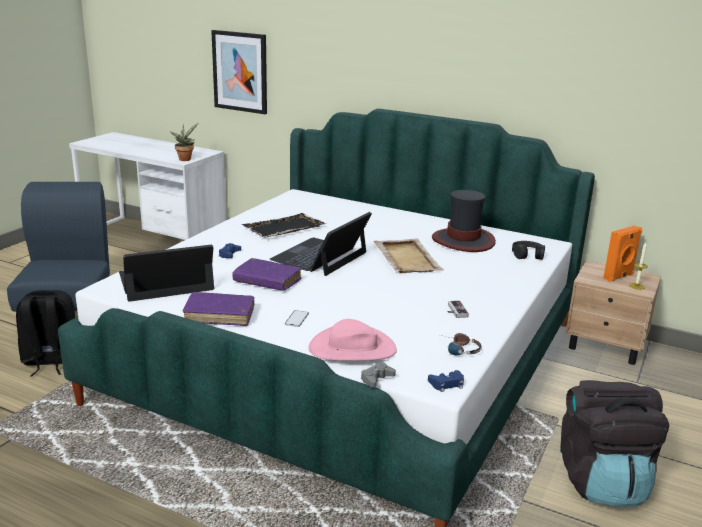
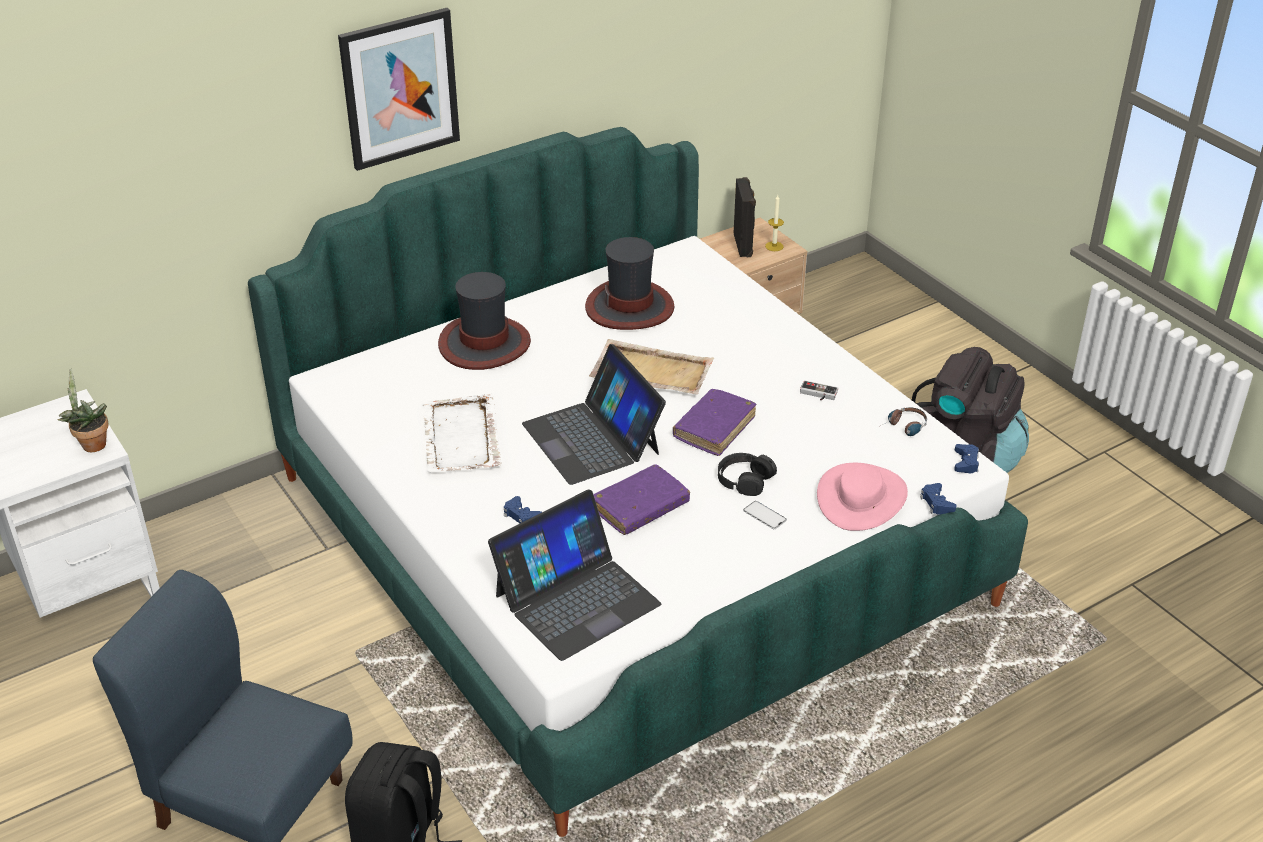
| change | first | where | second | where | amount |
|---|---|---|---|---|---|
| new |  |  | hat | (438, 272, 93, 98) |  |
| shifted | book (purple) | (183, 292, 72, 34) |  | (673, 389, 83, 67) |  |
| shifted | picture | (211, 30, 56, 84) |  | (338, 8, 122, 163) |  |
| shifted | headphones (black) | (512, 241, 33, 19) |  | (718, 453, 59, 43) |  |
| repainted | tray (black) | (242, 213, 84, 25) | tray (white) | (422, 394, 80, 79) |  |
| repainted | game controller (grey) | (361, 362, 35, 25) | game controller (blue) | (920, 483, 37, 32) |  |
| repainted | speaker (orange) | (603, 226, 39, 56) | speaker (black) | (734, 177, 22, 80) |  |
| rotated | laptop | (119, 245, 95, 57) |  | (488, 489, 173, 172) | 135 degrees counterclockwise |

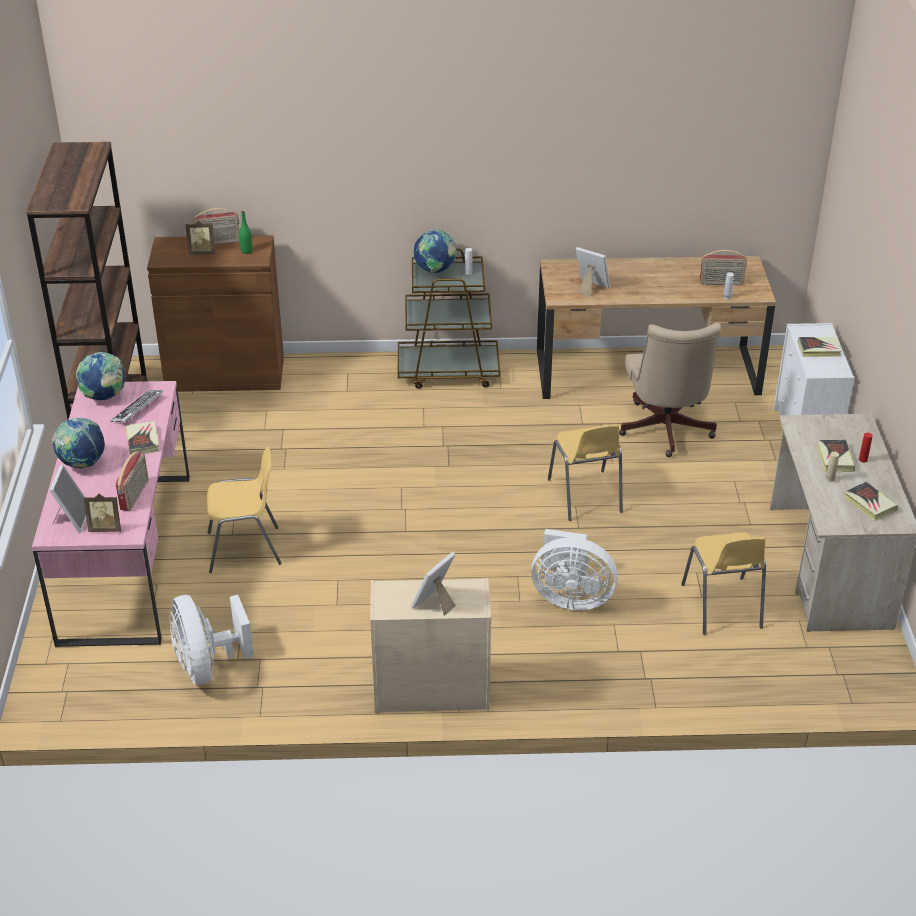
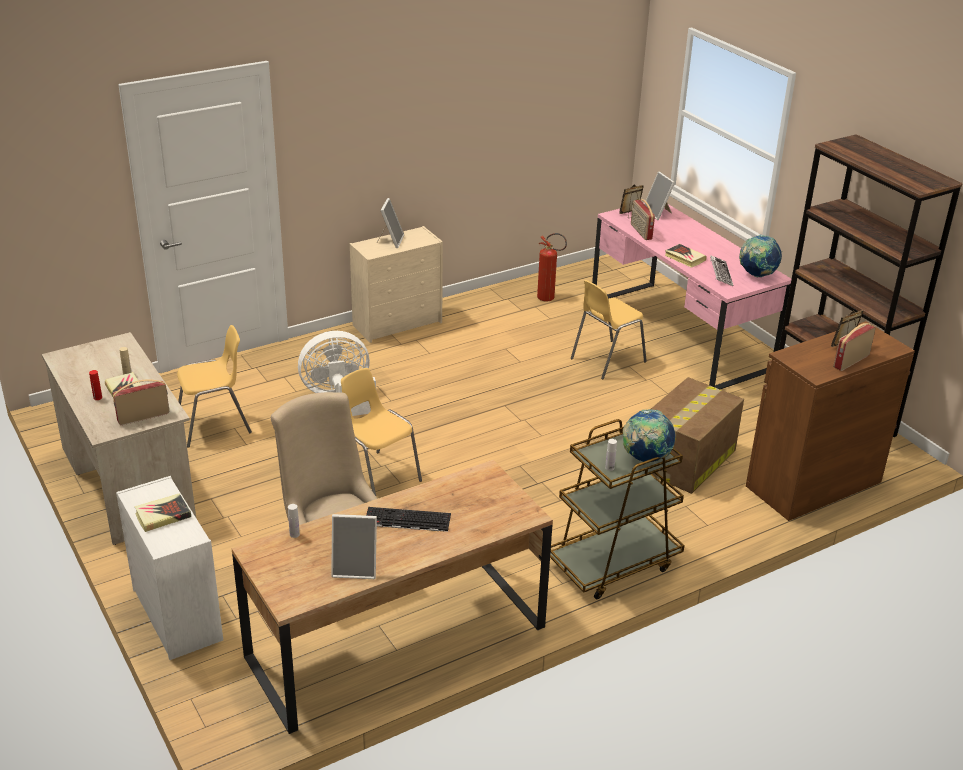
| change | first | where | second | where | amount |
|---|---|---|---|---|---|
| gone | globe | (52, 417, 53, 51) |  |  |  |
| gone | bottle (green) | (239, 211, 13, 43) |  |  |  |
| gone | book | (844, 482, 54, 39) |  |  |  |
| new |  |  | keyboard | (366, 507, 85, 25) |  |
| new |  |  | cardboard box | (651, 377, 93, 117) |  |
| shifted | picture frame | (576, 247, 34, 49) |  | (331, 514, 46, 65) |  |
| shifted | radio | (700, 250, 47, 35) |  | (113, 379, 56, 46) |  |
| swapped | fan (white) | (170, 595, 84, 90) | fire extinguisher | (537, 233, 30, 69) |  |
| rotated | chair (yellow) | (681, 532, 85, 103) |  | (177, 325, 75, 123) | 105 degrees clockwise |

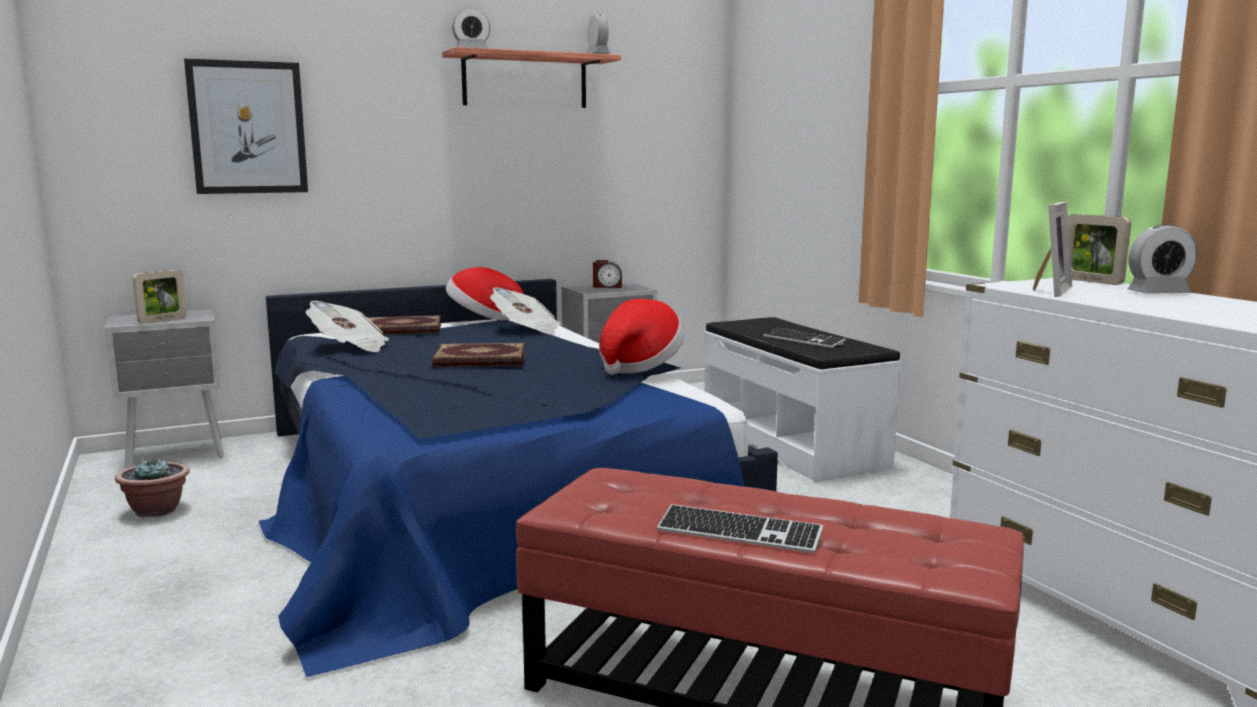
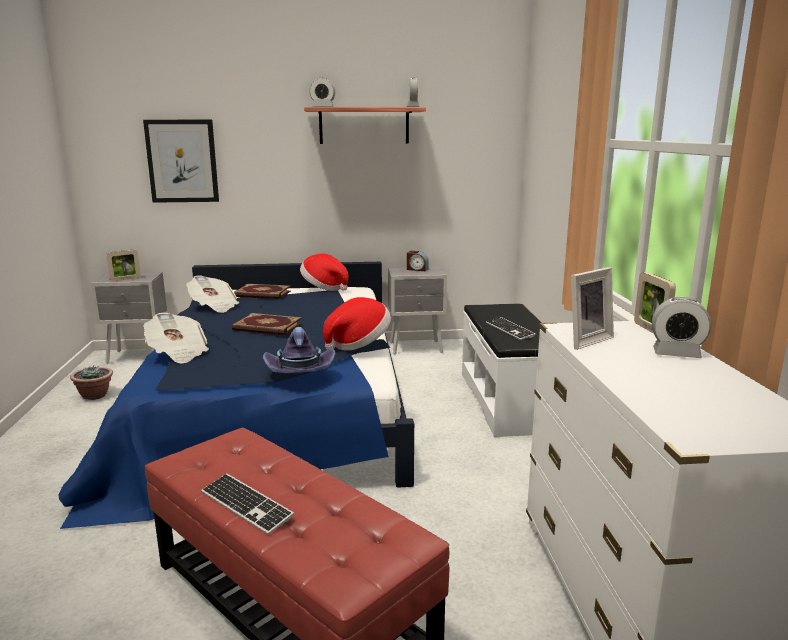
| change | first | where | second | where | amount |
|---|---|---|---|---|---|
| new |  |  | hat (purple) | (263, 327, 73, 46) |  |
| shifted | newspaper | (490, 287, 71, 47) |  | (143, 313, 66, 51) |  |

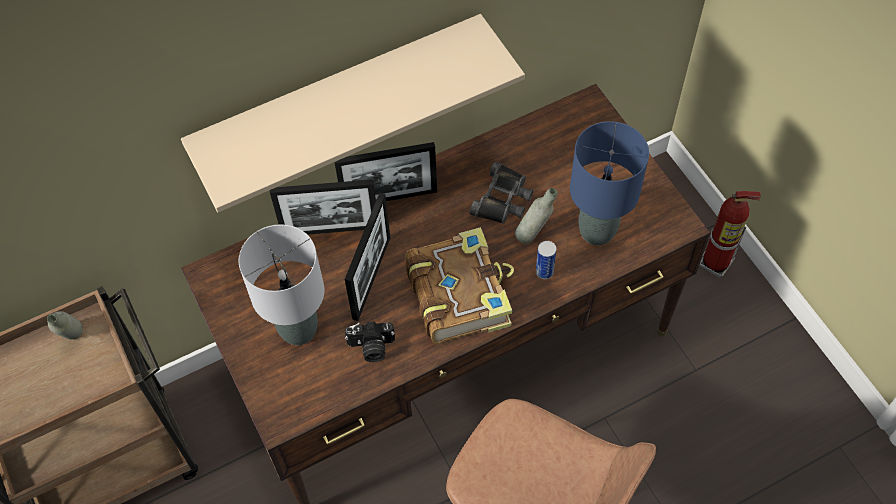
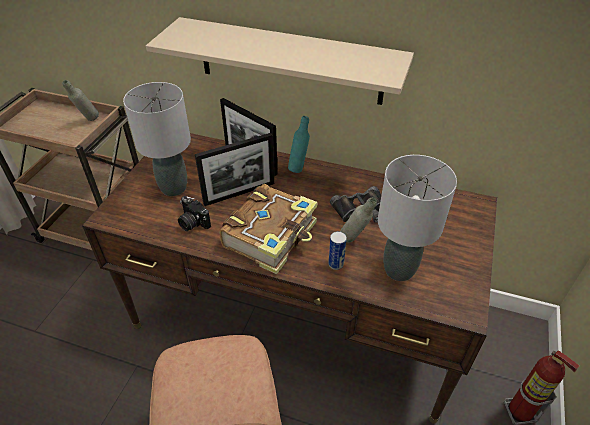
| change | first | where | second | where | amount |
|---|---|---|---|---|---|
| swapped | picture frame | (335, 142, 102, 59) | bottle (turquoise) | (288, 116, 22, 57) |  |
| repainted | table lamp (blue) | (570, 121, 79, 124) | table lamp (grey) | (378, 155, 79, 126) |  |

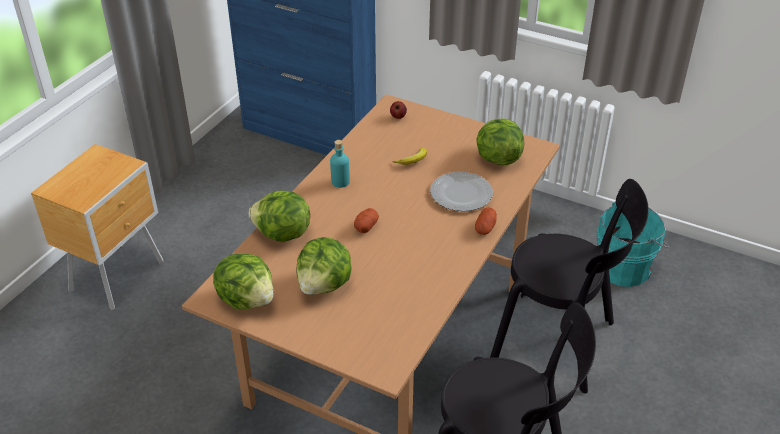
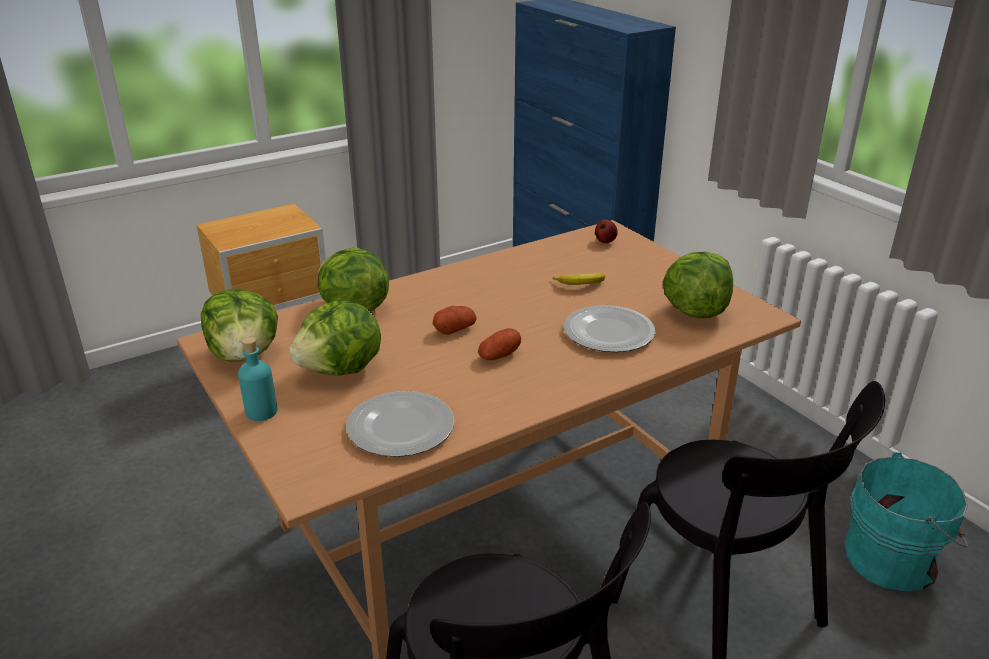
| change | first | where | second | where | amount |
|---|---|---|---|---|---|
| new |  |  | plate | (346, 391, 109, 66) |  |
| shifted | bottle (turquoise) | (330, 140, 20, 48) |  | (238, 337, 39, 84) |  |
| shifted | potato | (475, 207, 22, 28) |  | (478, 328, 43, 32) |  |

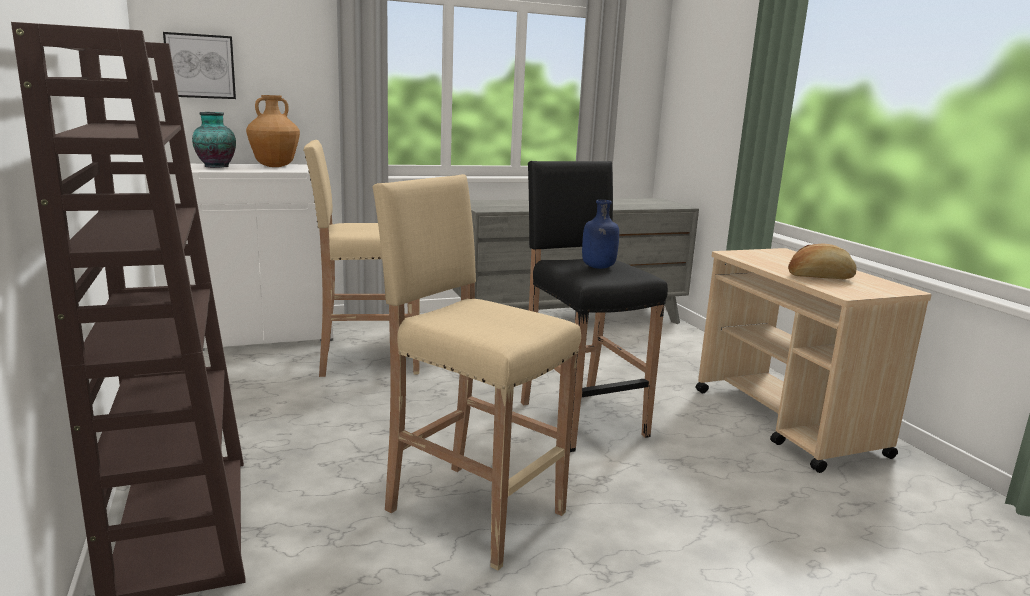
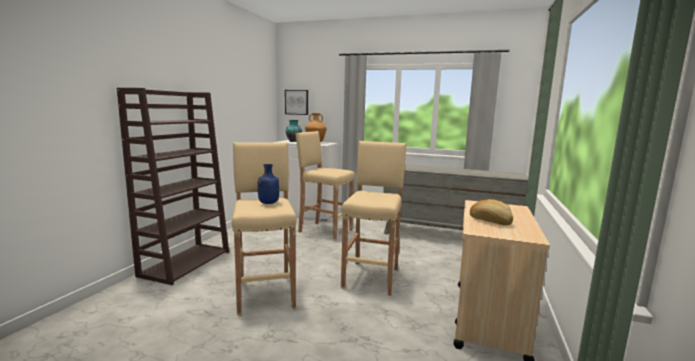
| change | first | where | second | where | amount |
|---|---|---|---|---|---|
| shifted | bottle (blue) | (582, 200, 37, 69) |  | (258, 164, 21, 40) |  |
| repainted | stool (black) | (521, 161, 147, 291) | stool (beige) | (341, 141, 65, 155) |  |

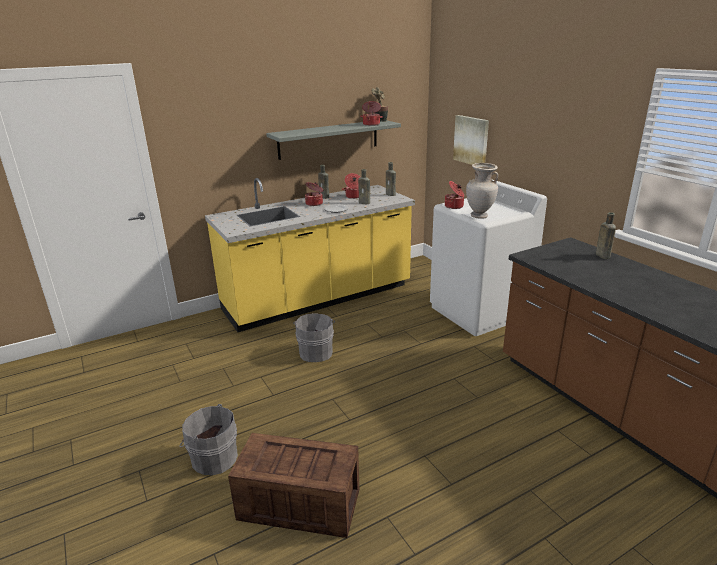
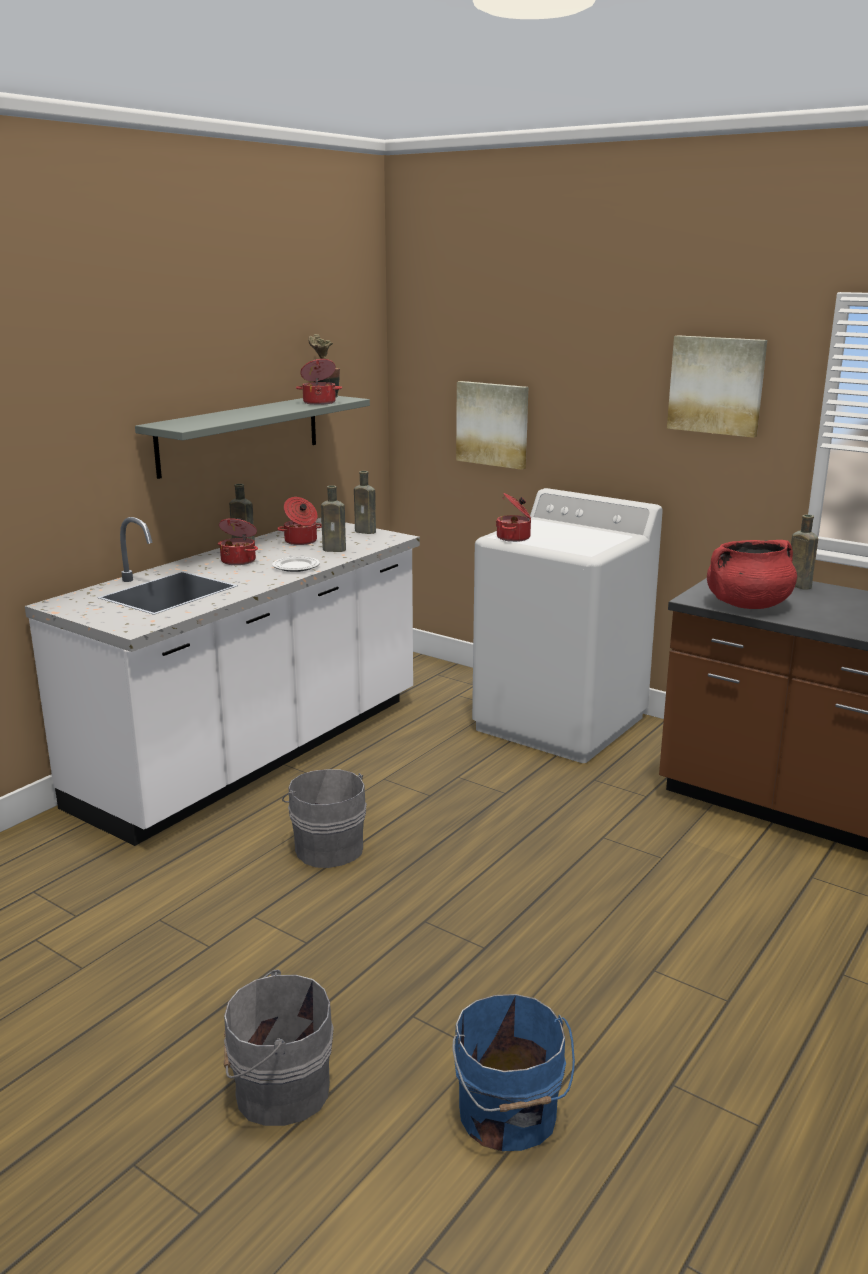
| change | first | where | second | where | amount |
|---|---|---|---|---|---|
| gone | vase (beige) | (466, 163, 32, 56) |  |  |  |
| new |  |  | picture | (667, 335, 100, 103) |  |
| new |  |  | cooking pot (red) | (707, 540, 90, 69) |  |
| swapped | crate | (228, 433, 131, 105) | bucket (blue) | (452, 994, 123, 157) |  |
| repainted | counter (yellow) | (205, 178, 210, 154) | counter (white) | (25, 517, 395, 329) |  |

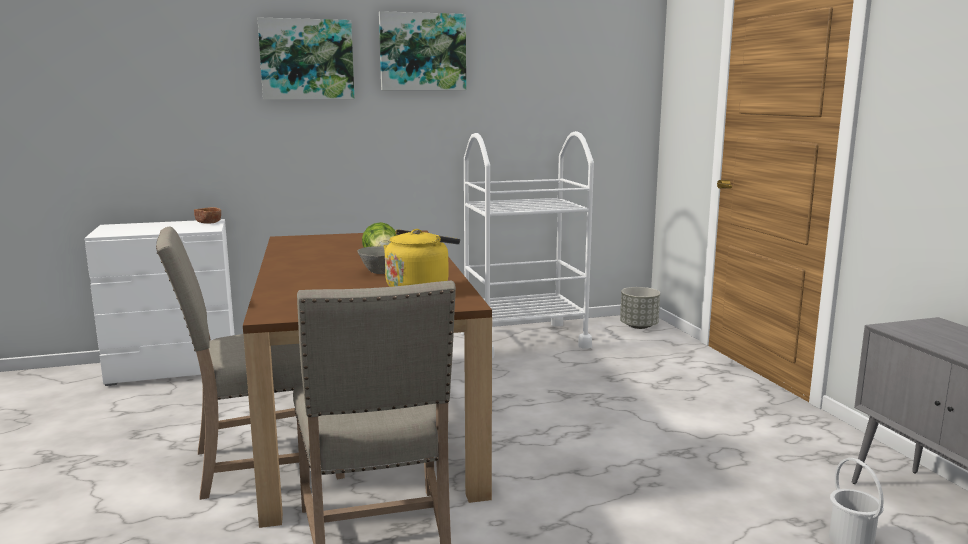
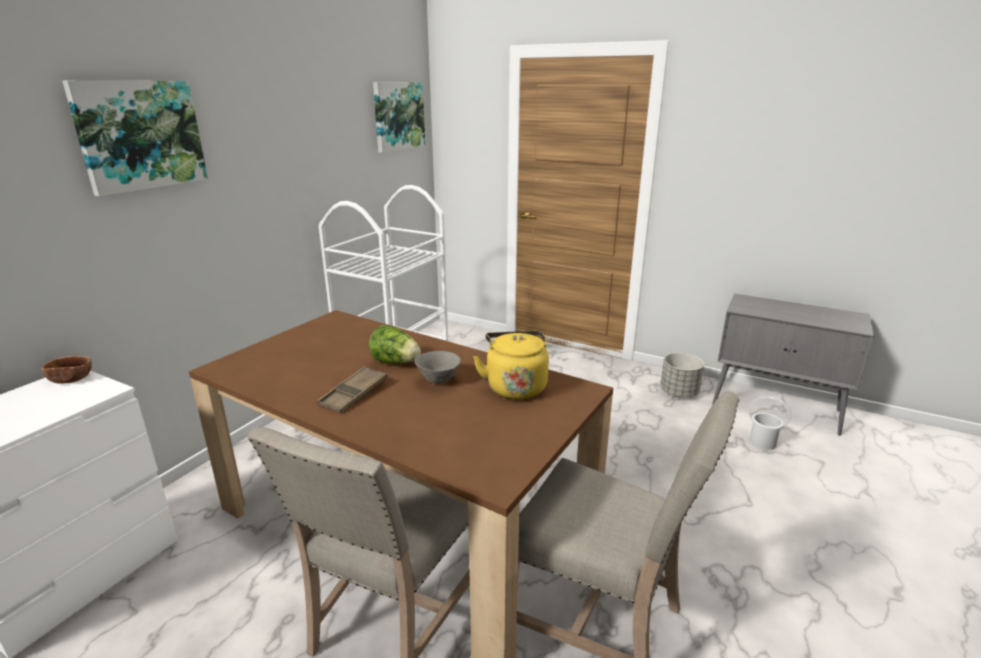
| change | first | where | second | where | amount |
|---|---|---|---|---|---|
| new |  |  | tray (brown) | (317, 366, 71, 48) |  |
| shifted | picture | (379, 11, 87, 79) |  | (373, 82, 52, 71) |  |
| shifted | planter (grey) | (620, 287, 40, 42) |  | (660, 353, 44, 44) |  |

